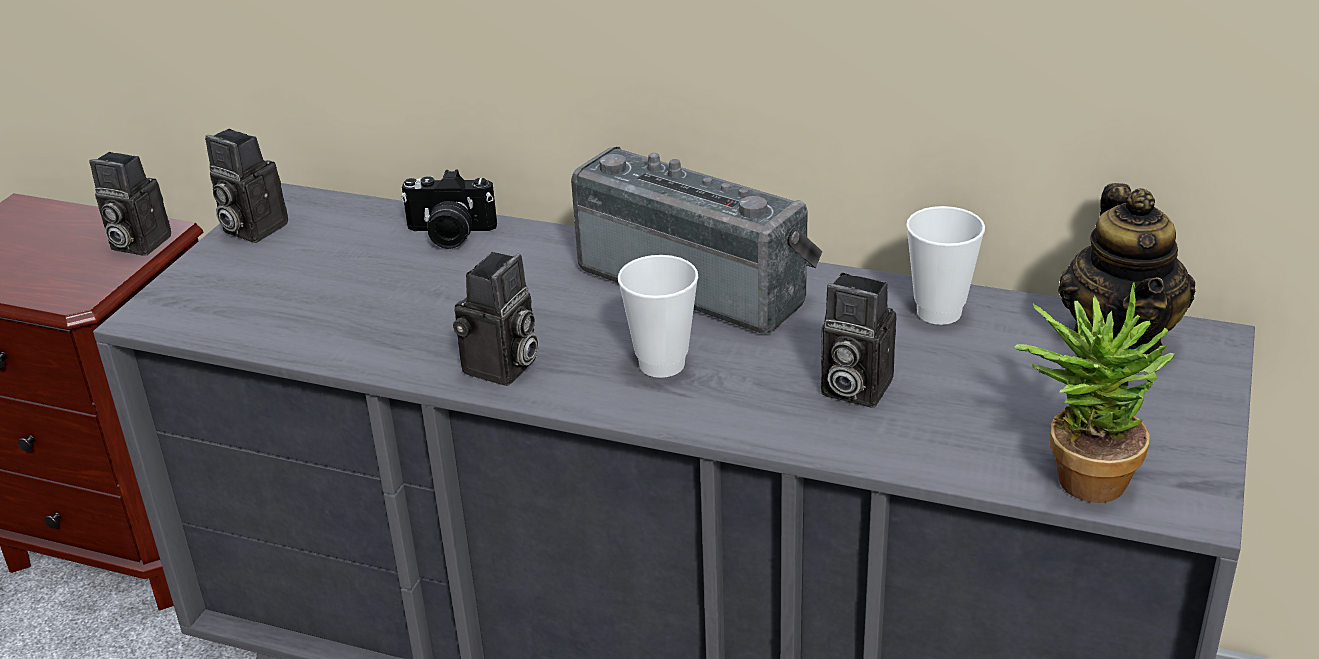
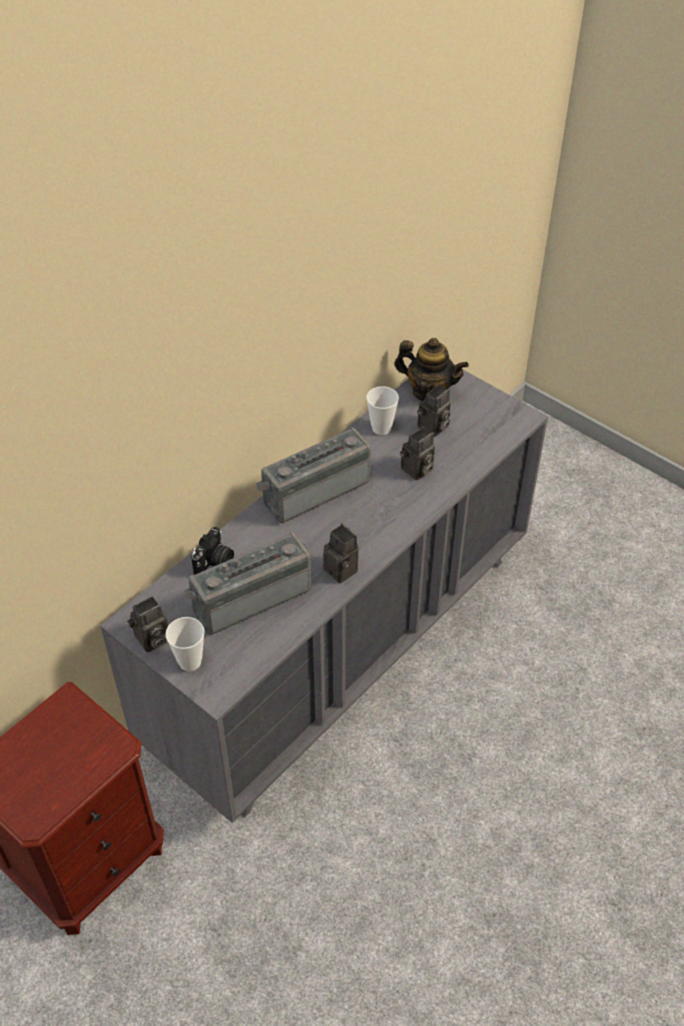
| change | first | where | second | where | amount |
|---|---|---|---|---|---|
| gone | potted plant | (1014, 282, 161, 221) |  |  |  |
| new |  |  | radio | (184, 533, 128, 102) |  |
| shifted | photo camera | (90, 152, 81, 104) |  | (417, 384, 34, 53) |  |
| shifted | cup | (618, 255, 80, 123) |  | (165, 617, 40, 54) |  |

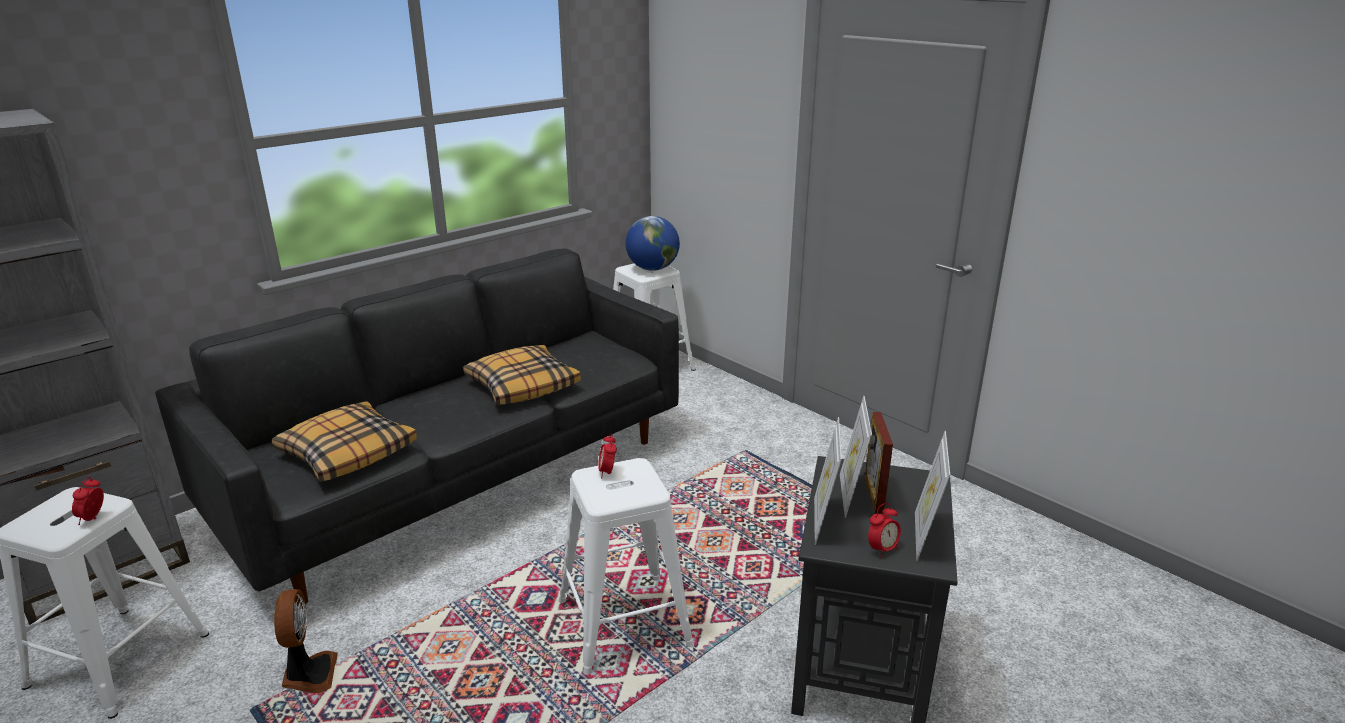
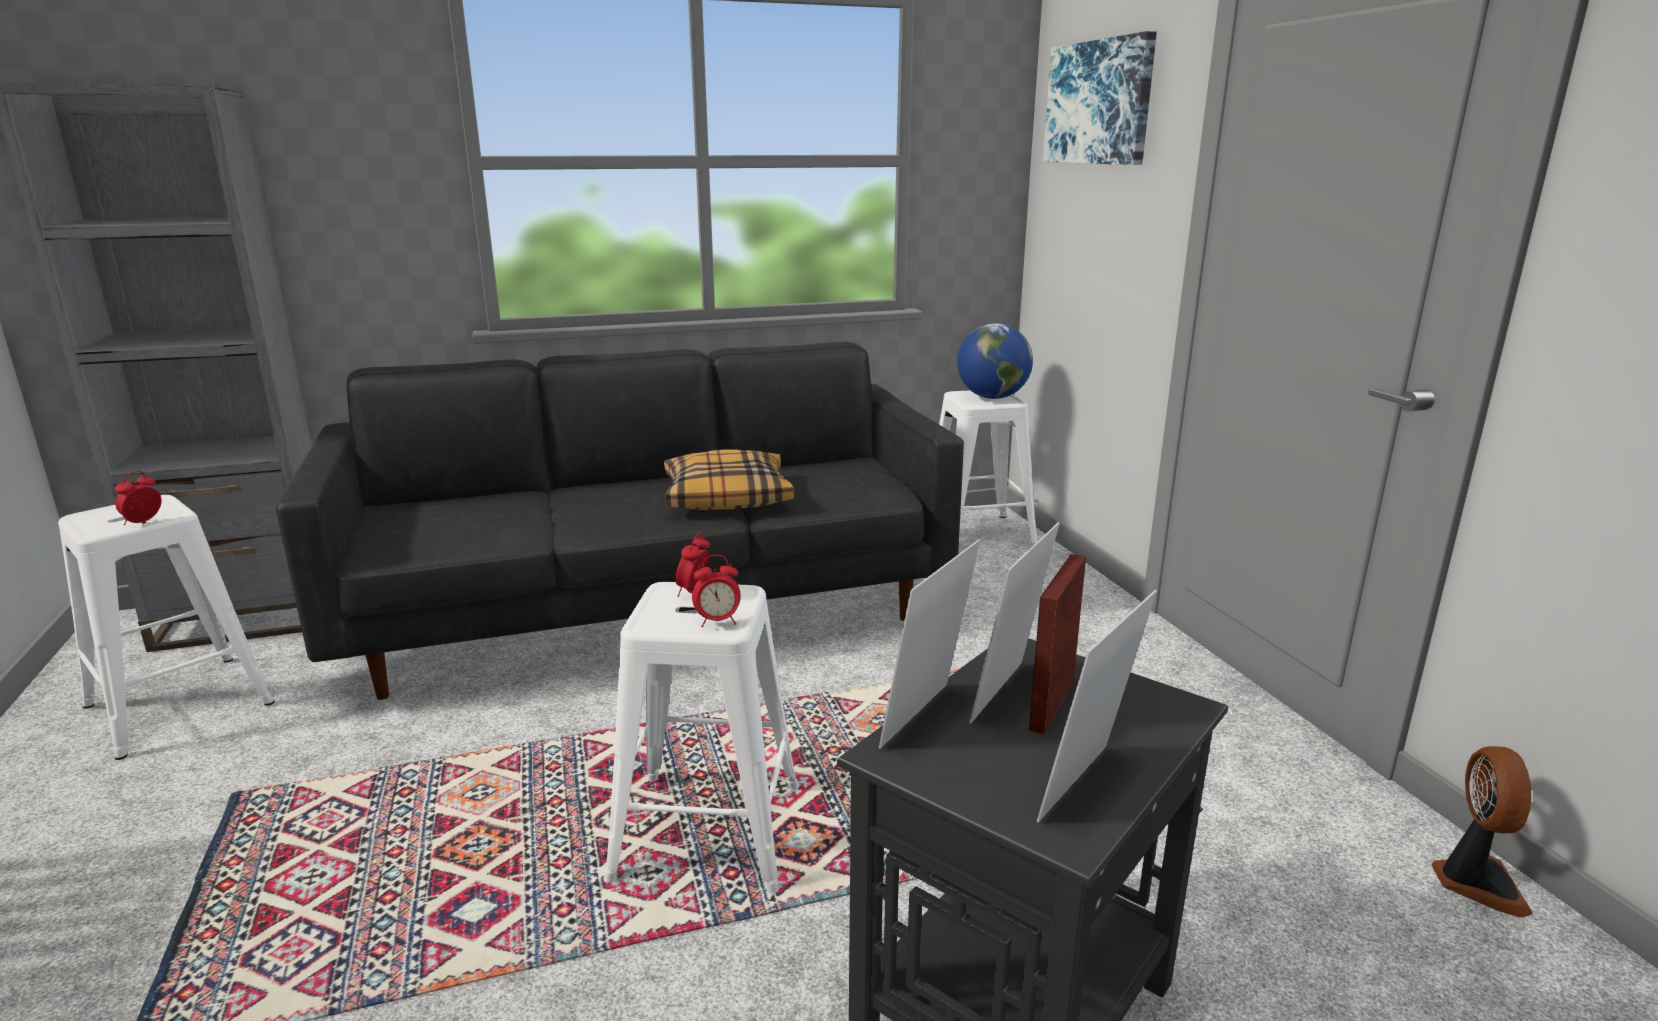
| change | first | where | second | where | amount |
|---|---|---|---|---|---|
| gone | pillow | (272, 401, 145, 81) |  |  |  |
| new |  |  | picture | (1043, 31, 114, 134) |  |
| shifted | fan | (274, 589, 64, 104) |  | (1431, 746, 102, 171) |  |
| shifted | alarm clock | (868, 503, 33, 55) |  | (692, 555, 49, 73) |  |

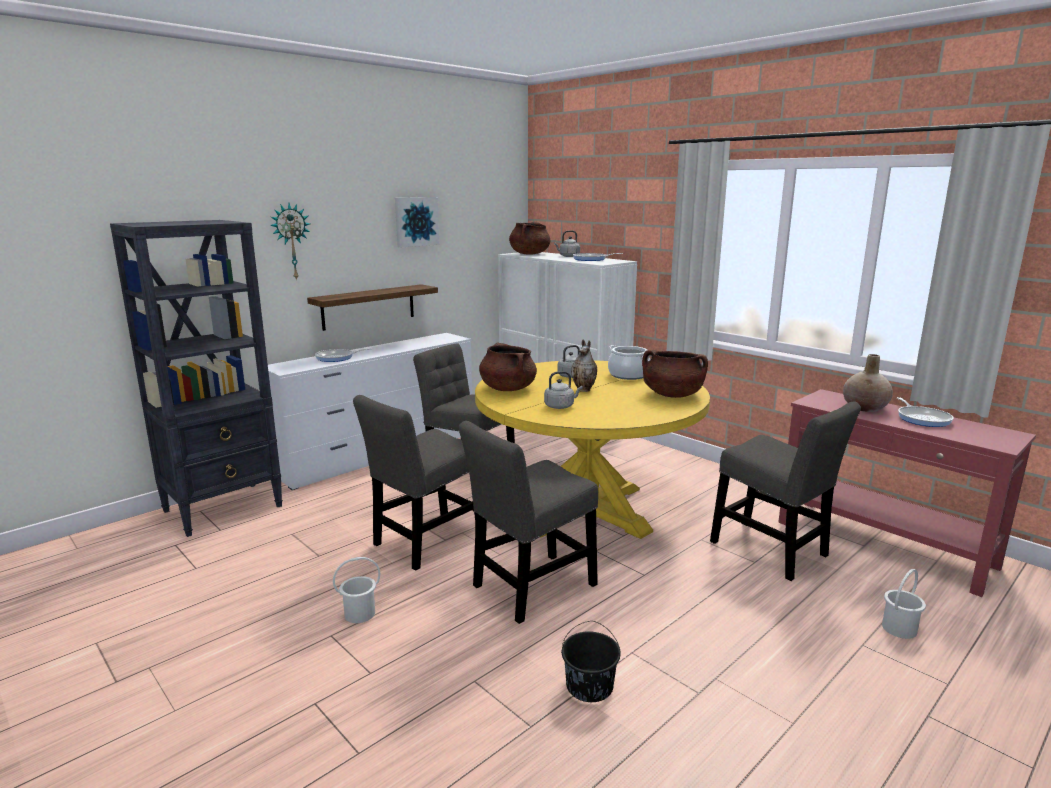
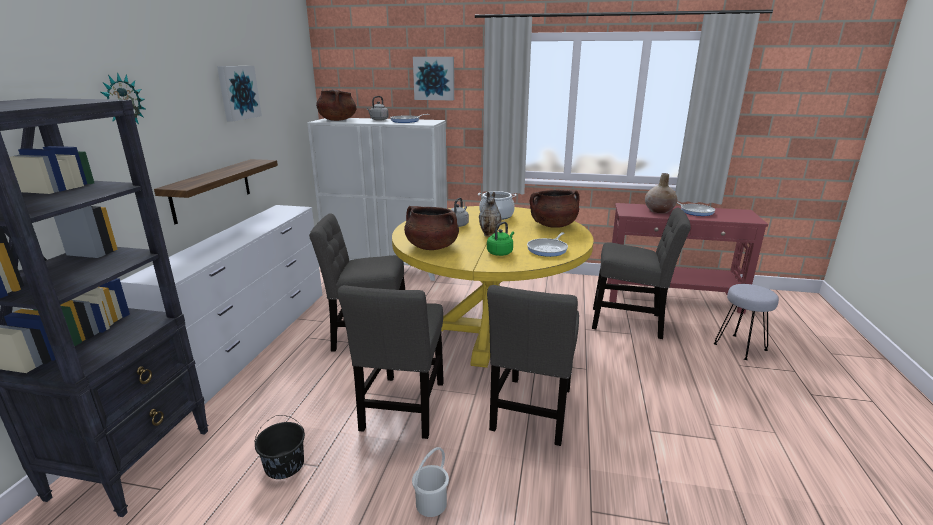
| change | first | where | second | where | amount |
|---|---|---|---|---|---|
| new |  |  | picture | (413, 57, 41, 43) |  |
| shifted | frying pan | (315, 348, 56, 14) |  | (527, 232, 41, 25) |  |
| shifted | bucket (black) | (561, 621, 59, 81) |  | (254, 415, 51, 64) |  |
| swapped | bucket (white) | (882, 569, 44, 70) | stool (grey) | (714, 284, 65, 76) |  |
| repainted | kettle (grey) | (544, 371, 39, 38) | kettle (green) | (487, 222, 27, 34) |  |

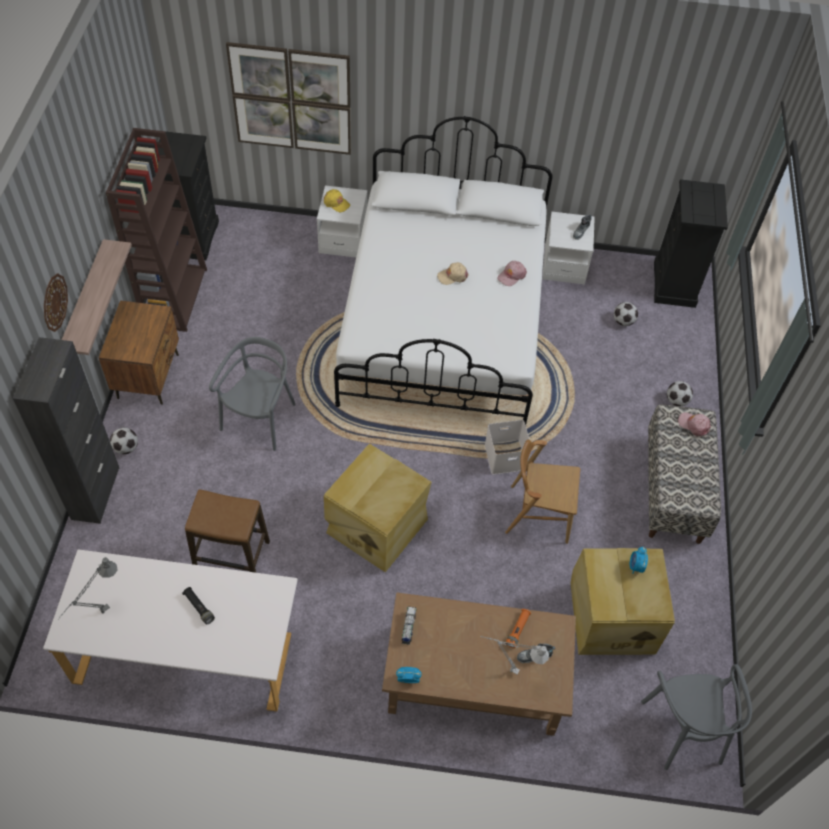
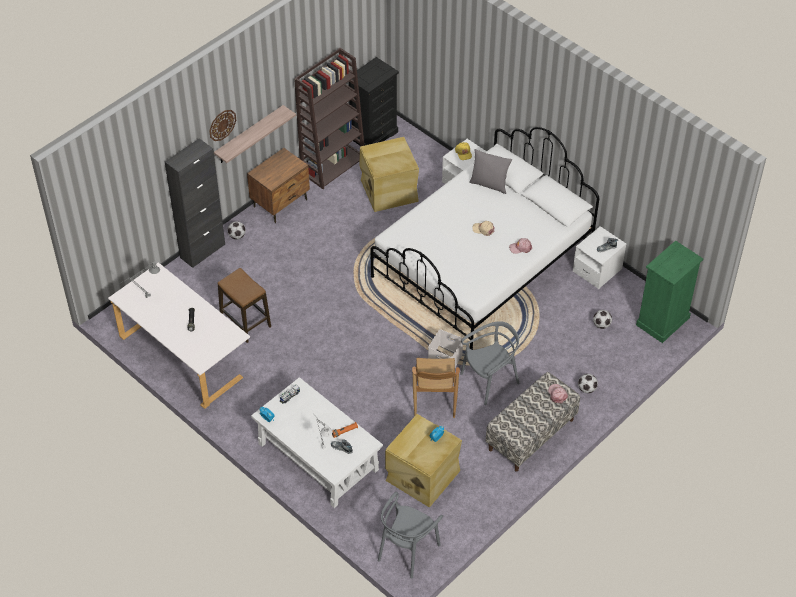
| change | first | where | second | where | amount |
|---|---|---|---|---|---|
| gone | picture | (226, 42, 125, 113) |  |  |  |
| new |  |  | pillow (grey) | (469, 149, 43, 45) |  |
| shifted | chair (grey) | (209, 337, 87, 114) |  | (460, 321, 59, 84) |  |
| shifted | storage box (beige) | (324, 444, 108, 128) |  | (359, 137, 60, 75) |  |
| repainted | coffee table (brown) | (382, 592, 194, 144) | coffee table (white) | (251, 377, 132, 131) |  |
| repainted | dresser (black) | (654, 179, 74, 129) | dresser (green) | (636, 241, 67, 102) |  |
| rotated | chair (brown) | (505, 439, 75, 105) |  | (412, 358, 48, 60) | 135 degrees counterclockwise |

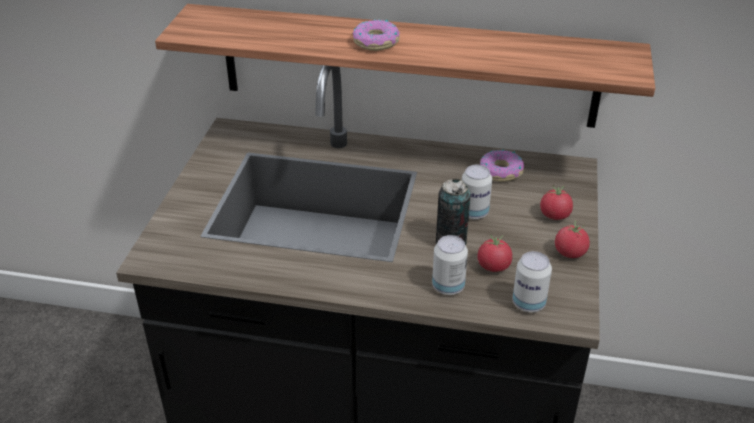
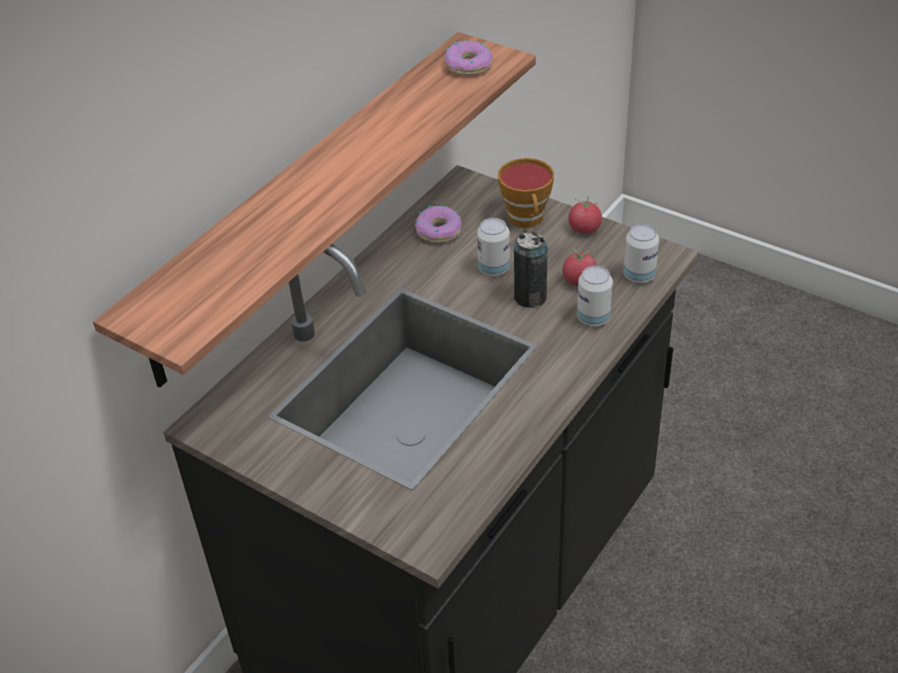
| change | first | where | second | where | amount |
|---|---|---|---|---|---|
| shifted | donut | (352, 19, 48, 32) |  | (445, 41, 48, 35) |  |
| swapped | tomato | (540, 185, 33, 35) | cup | (498, 158, 56, 70) |  |

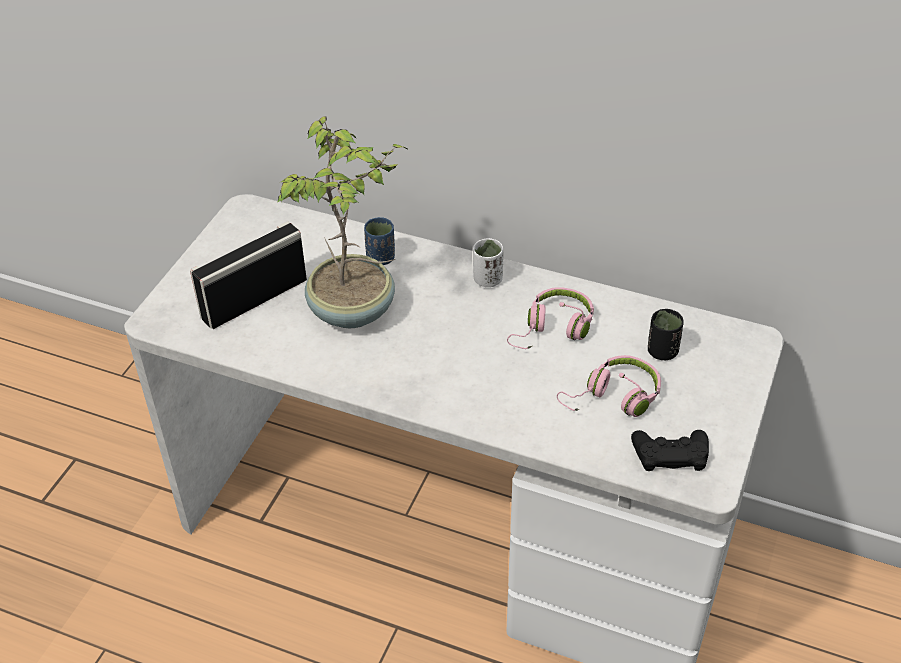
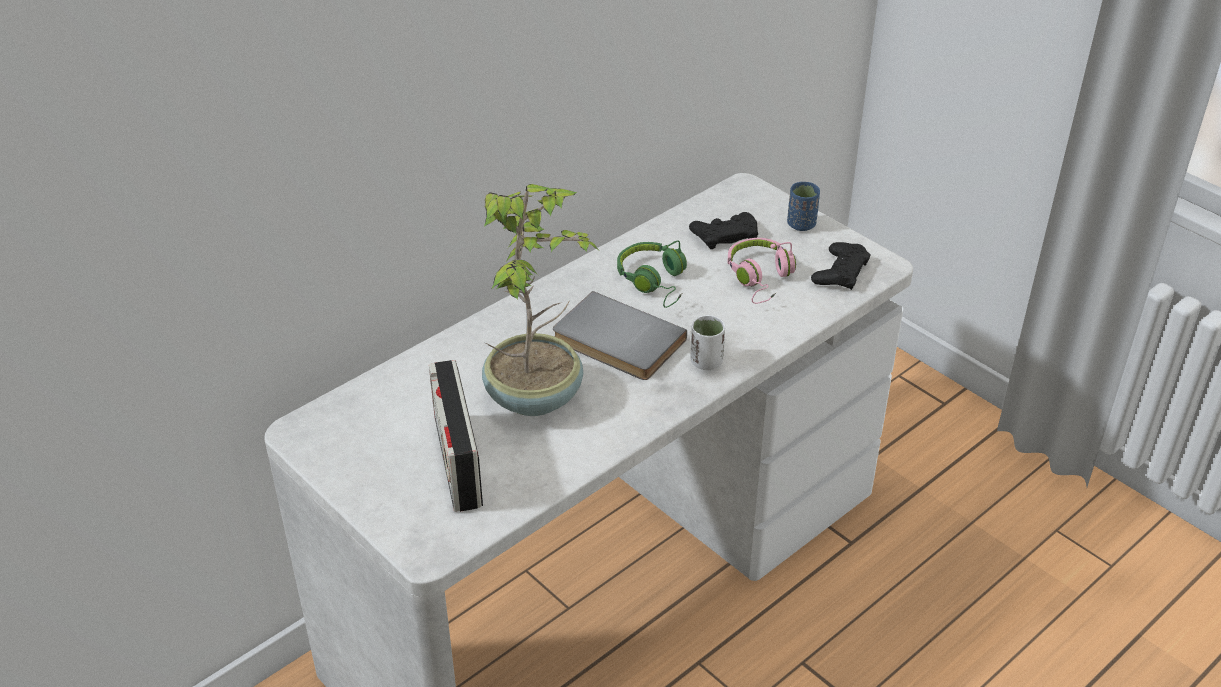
| change | first | where | second | where | amount |
|---|---|---|---|---|---|
| new |  |  | book (grey) | (553, 291, 134, 89) |  |
| shifted | cup (blue) | (364, 217, 31, 48) |  | (787, 182, 33, 49) |  |
| shifted | cup (white) | (473, 238, 30, 49) |  | (690, 315, 35, 55) |  |
| swapped | cup (black) | (648, 309, 36, 51) | game controller (black) | (689, 212, 69, 37) |  |
| repainted | headphones (pink) | (507, 287, 87, 62) | headphones (green) | (617, 240, 70, 68) |  |

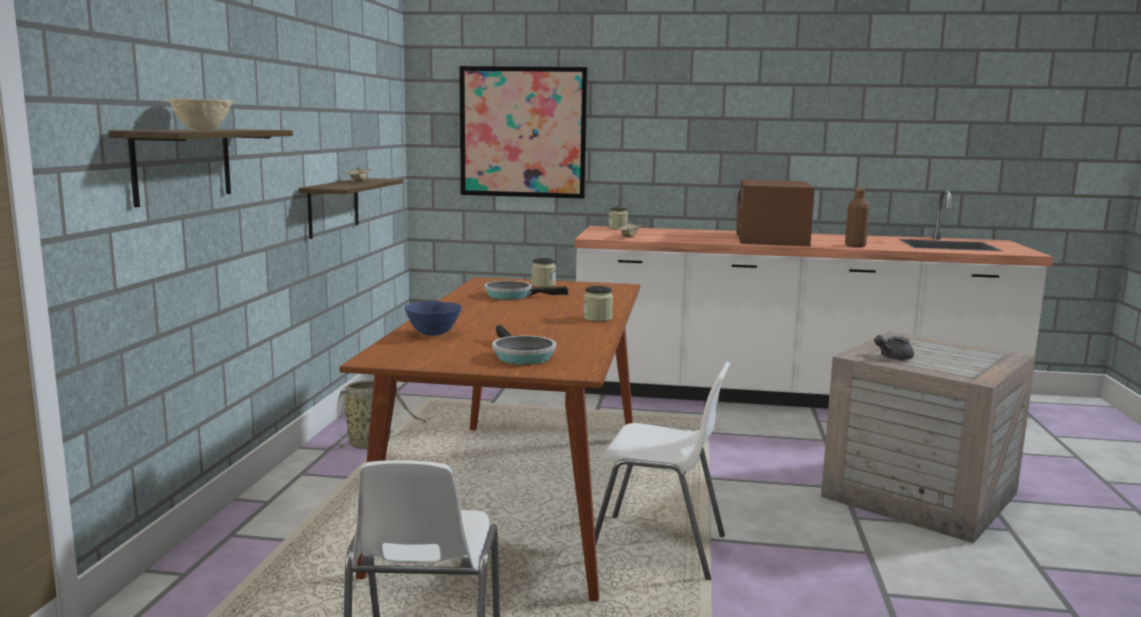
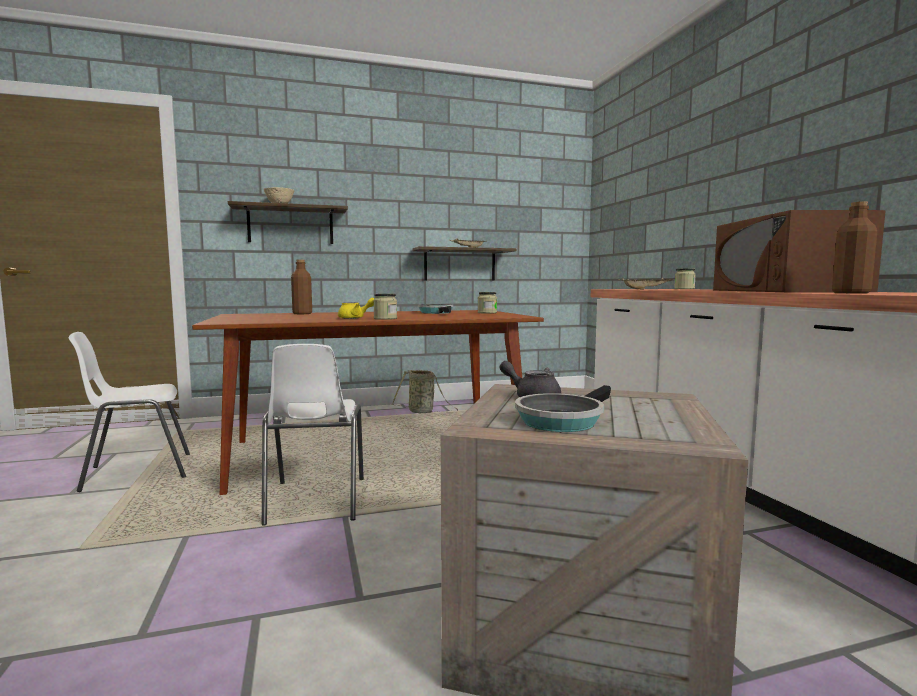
| change | first | where | second | where | amount |
|---|---|---|---|---|---|
| gone | picture | (459, 66, 129, 133) |  |  |  |
| new |  |  | teapot (yellow) | (338, 298, 36, 21) |  |
| shifted | frying pan | (492, 325, 64, 40) |  | (515, 385, 96, 47) |  |
| swapped | bowl (blue) | (405, 301, 57, 35) | bottle (brown) | (291, 259, 21, 55) |  |
| rotated | microwave (brown) | (736, 180, 79, 66) |  | (713, 210, 173, 82) | 75 degrees counterclockwise |

